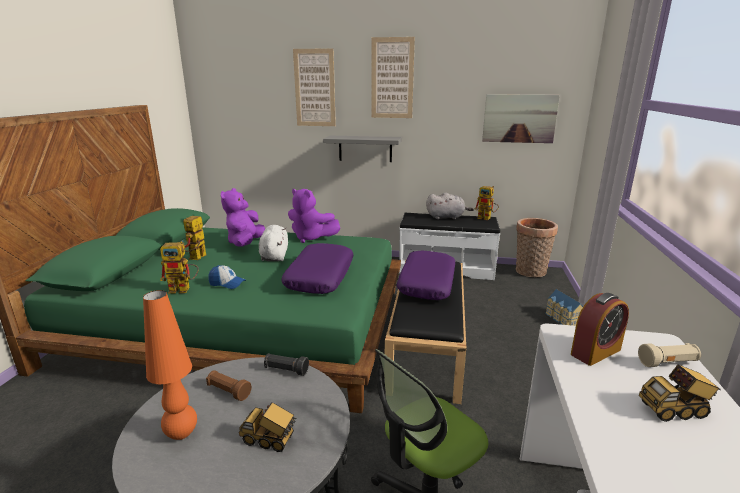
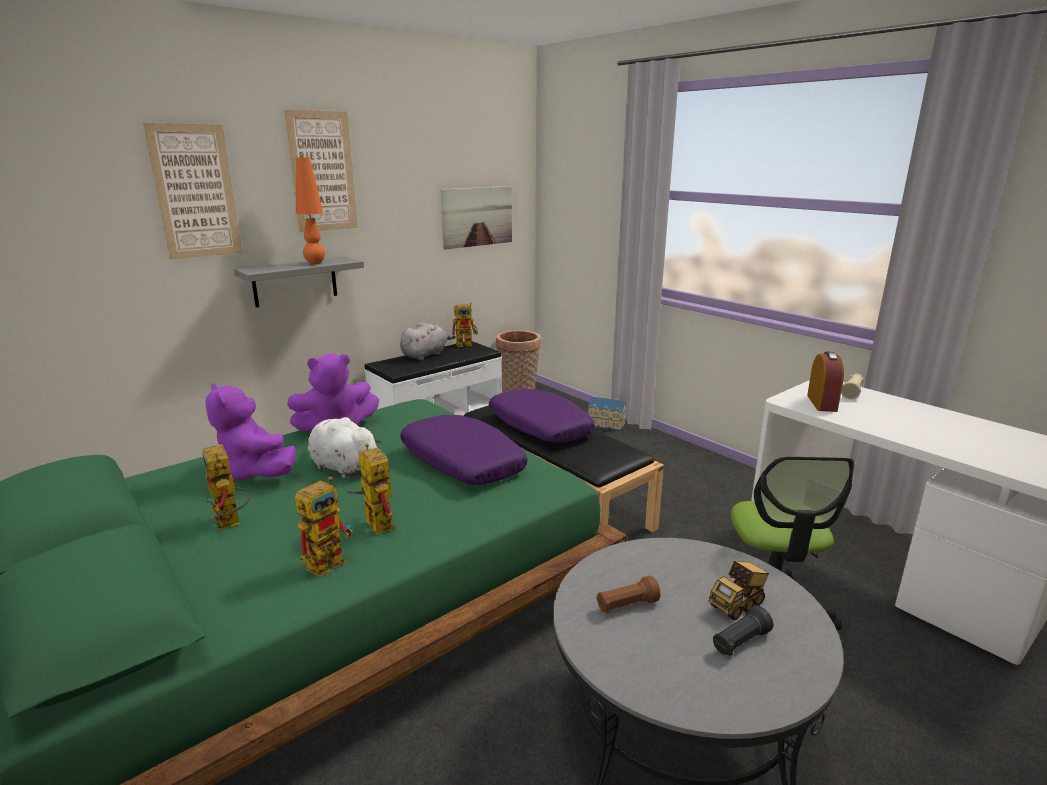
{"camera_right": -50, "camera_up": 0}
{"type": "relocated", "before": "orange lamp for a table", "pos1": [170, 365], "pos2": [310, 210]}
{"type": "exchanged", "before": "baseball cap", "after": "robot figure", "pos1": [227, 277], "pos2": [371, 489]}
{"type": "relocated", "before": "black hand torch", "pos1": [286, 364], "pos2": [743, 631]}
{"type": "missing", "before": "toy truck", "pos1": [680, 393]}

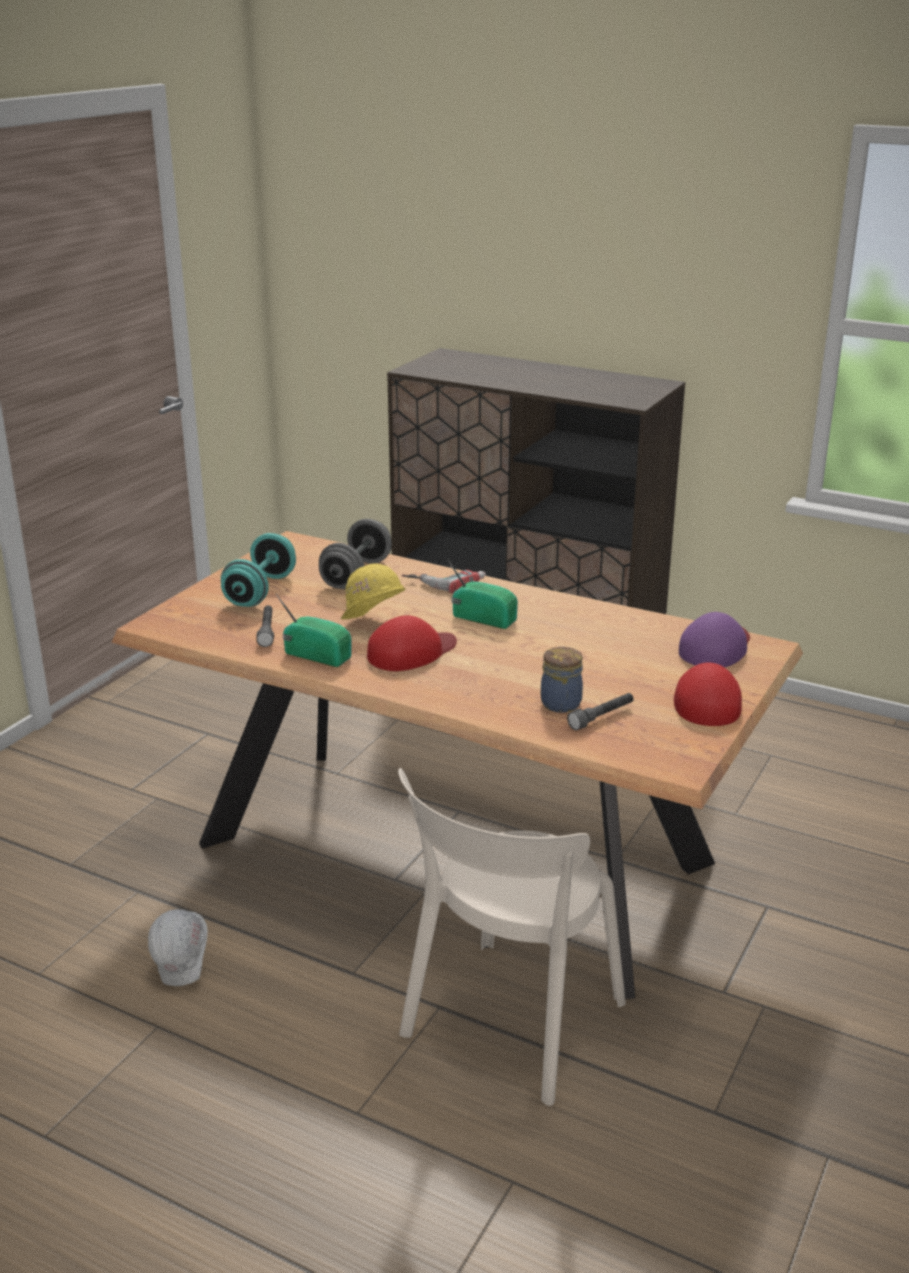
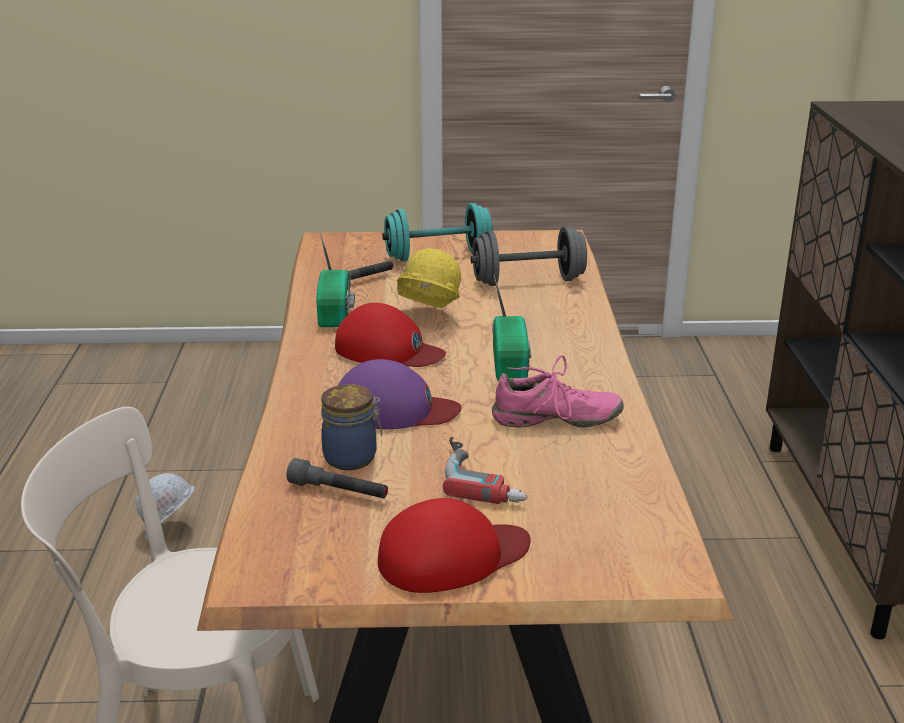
{"camera_right": 60, "camera_up": 0}
{"type": "relocated", "before": "purple baseball cap", "pos1": [714, 639], "pos2": [400, 394]}
{"type": "relocated", "before": "power drill", "pos1": [444, 582], "pos2": [485, 470]}
{"type": "appeared", "after": "pink-coloured item of footwear", "pos2": [558, 391]}

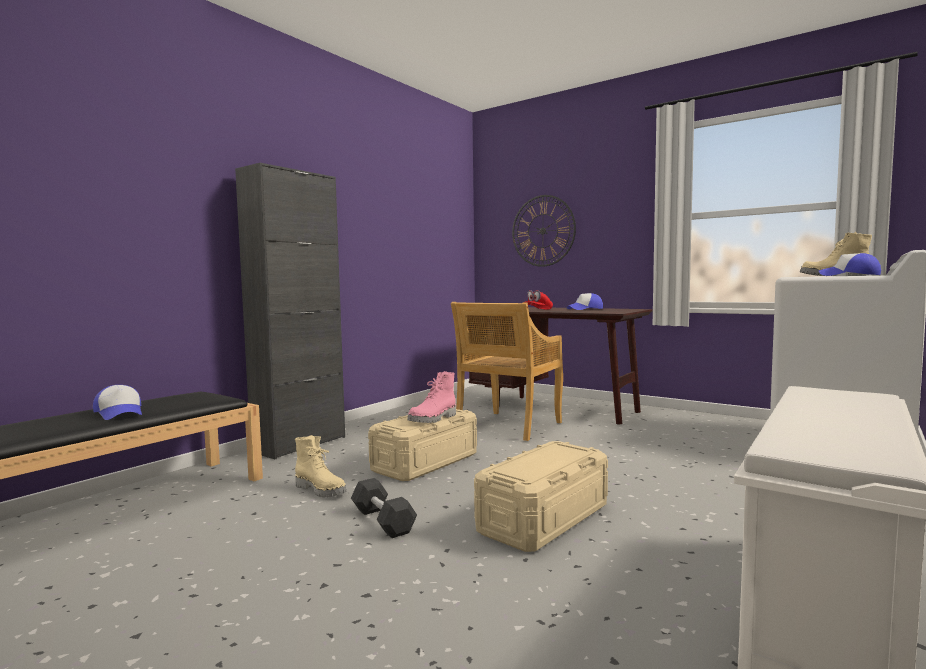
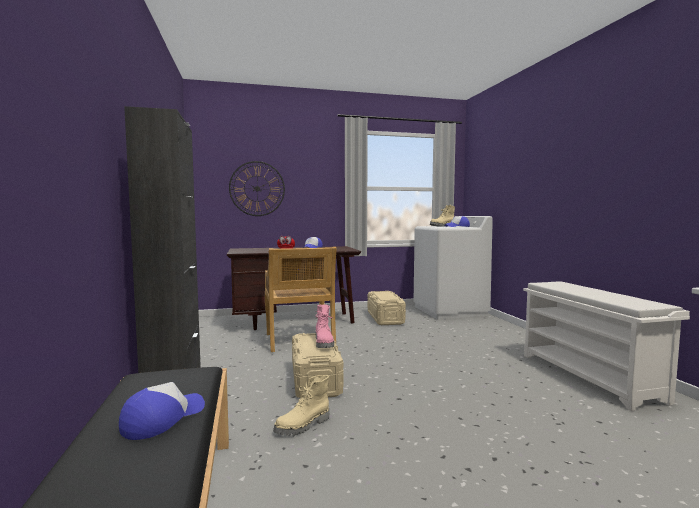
{"camera_right": -50, "camera_up": 0}
{"type": "spun", "before": "baseball cap", "pos1": [117, 402], "pos2": [162, 411], "turn": -60}
{"type": "spun", "before": "beige-coloured tall boot", "pos1": [320, 466], "pos2": [301, 405], "turn": 150}
{"type": "relocated", "before": "beige-coloured storage box", "pos1": [541, 496], "pos2": [386, 308]}
{"type": "missing", "before": "black hand weight", "pos1": [384, 508]}

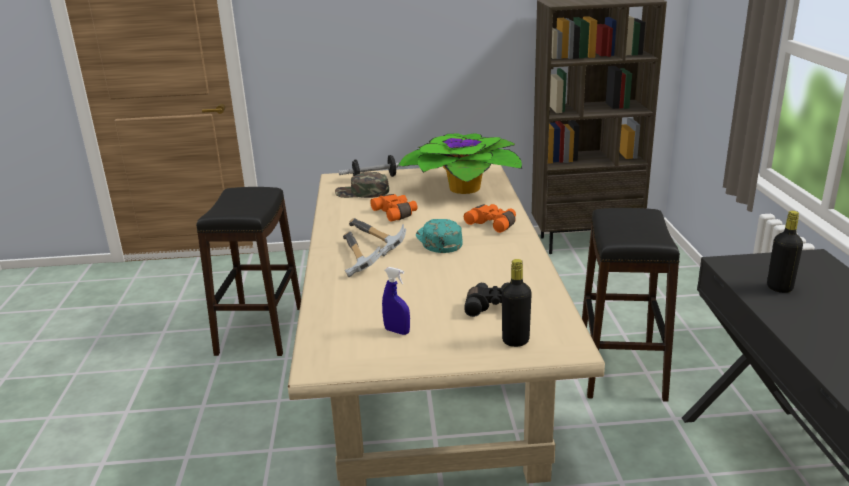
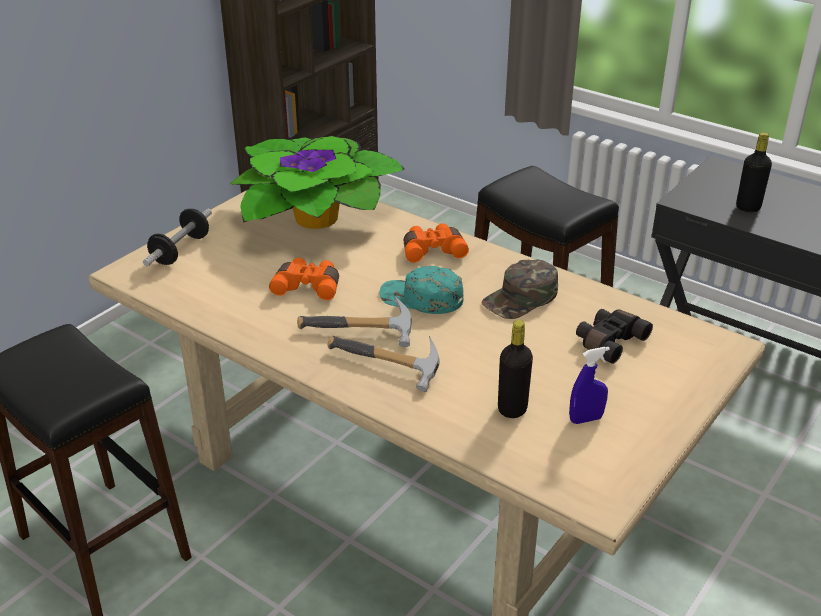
{"camera_right": -50, "camera_up": 10}
{"type": "relocated", "before": "green baseball cap", "pos1": [362, 185], "pos2": [519, 289]}
{"type": "relocated", "before": "black drink bottle", "pos1": [517, 303], "pos2": [515, 369]}

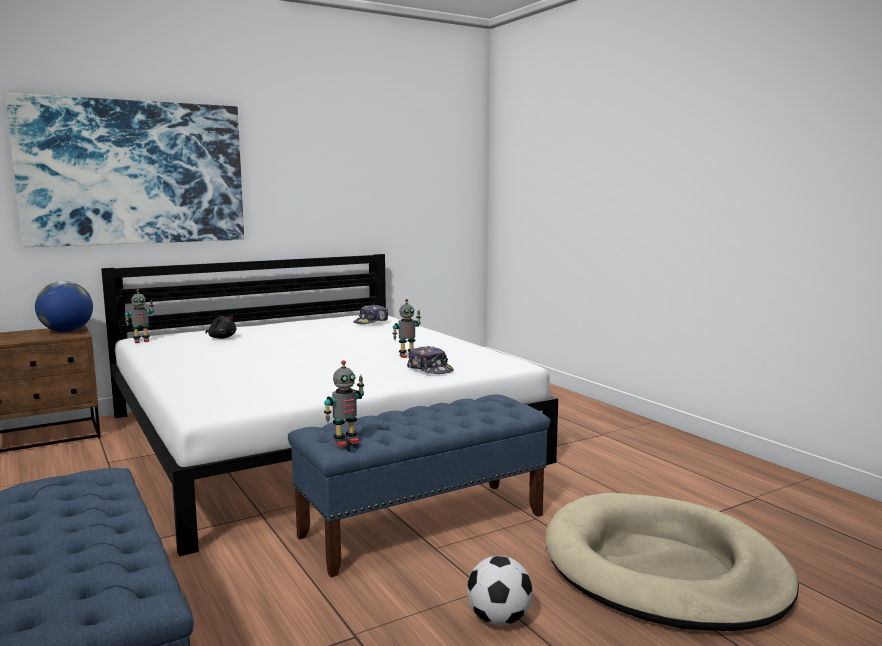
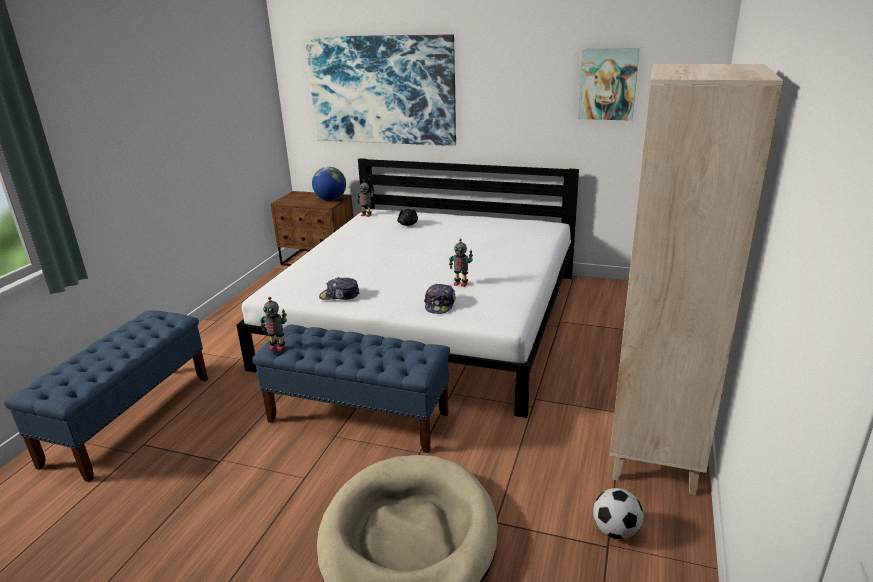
{"camera_right": 50, "camera_up": 15}
{"type": "relocated", "before": "baseball cap", "pos1": [371, 314], "pos2": [339, 288]}
{"type": "appeared", "after": "wall art", "pos2": [608, 84]}
{"type": "relocated", "before": "football", "pos1": [500, 590], "pos2": [618, 513]}
{"type": "appeared", "after": "beige-coloured bookshelf", "pos2": [696, 279]}

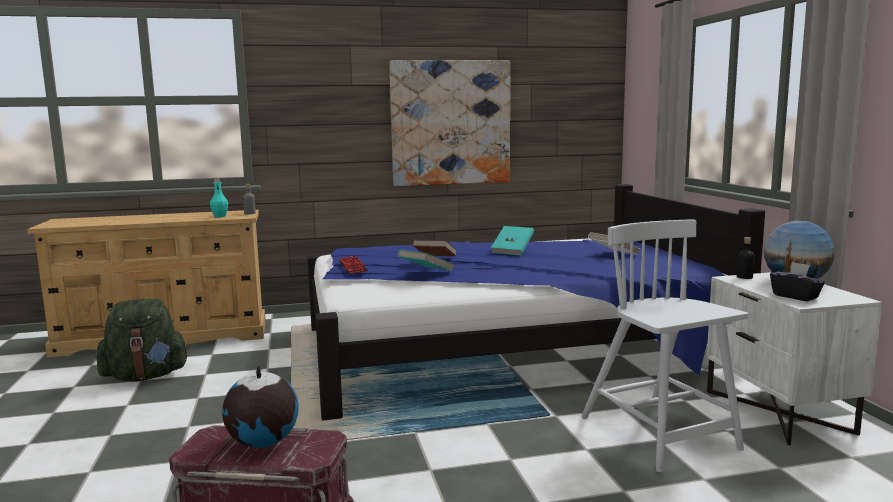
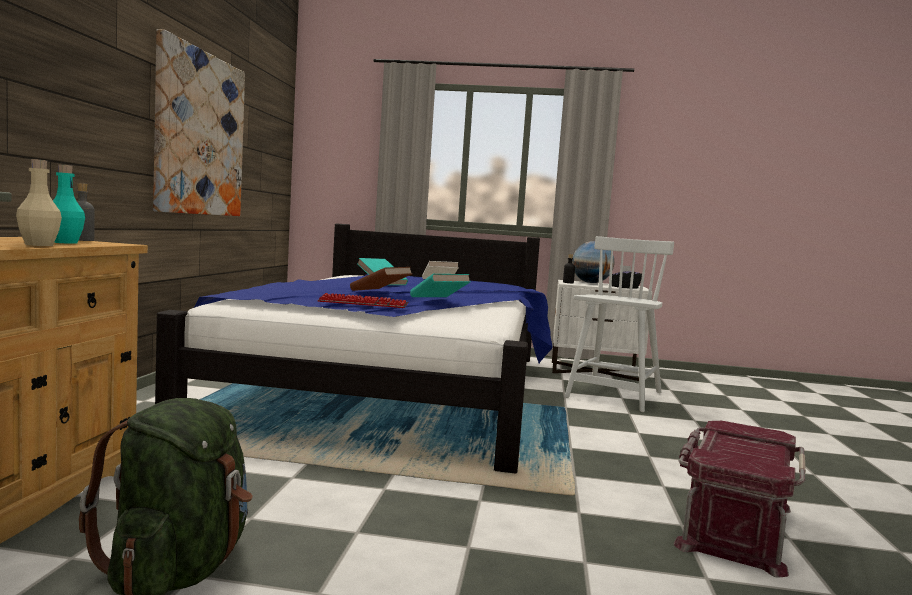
{"camera_right": -70, "camera_up": -5}
{"type": "appeared", "after": "beige-coloured drink bottle", "pos2": [39, 202]}
{"type": "spun", "before": "white-coloured upright chair", "pos1": [664, 346], "pos2": [619, 324], "turn": 120}
{"type": "missing", "before": "globe", "pos1": [260, 406]}

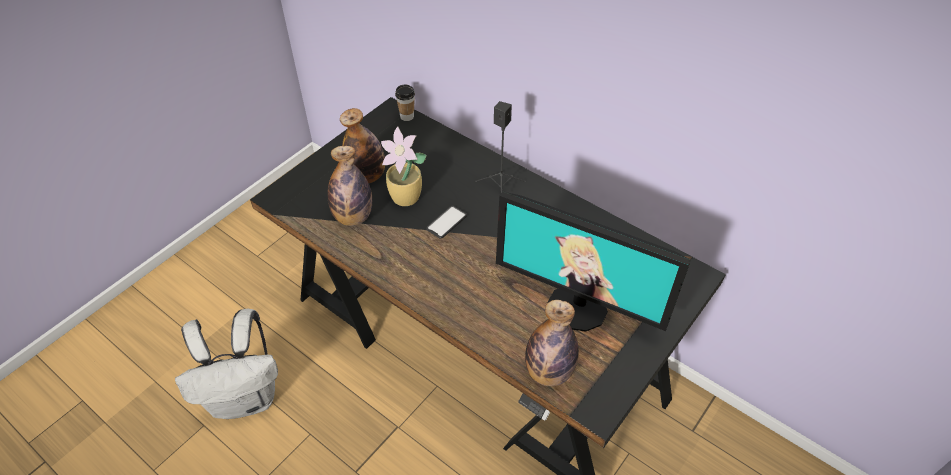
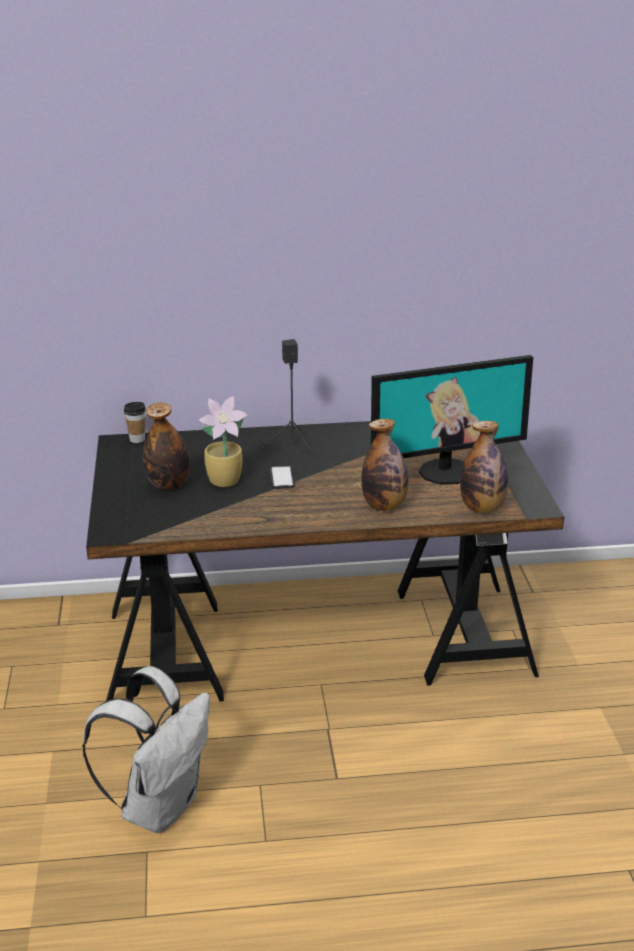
{"camera_right": -45, "camera_up": -20}
{"type": "relocated", "before": "drink bottle", "pos1": [349, 186], "pos2": [385, 465]}

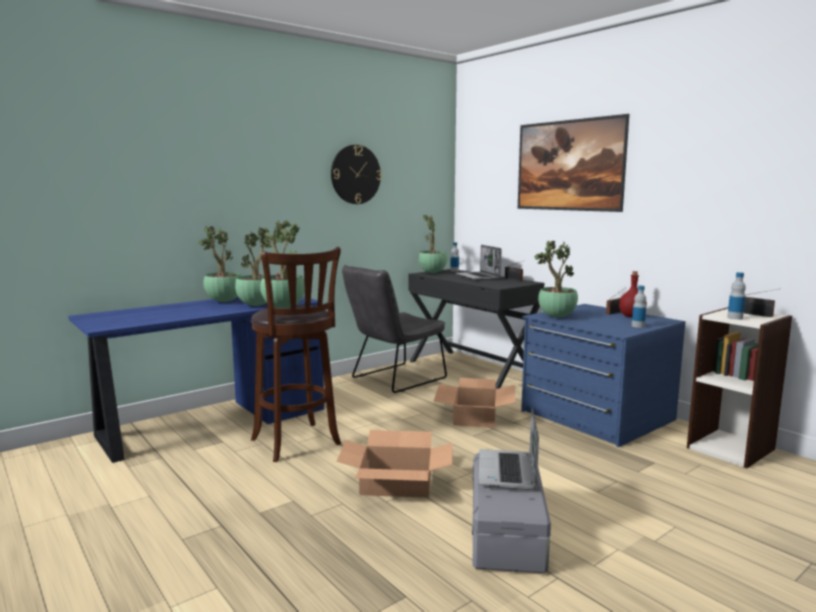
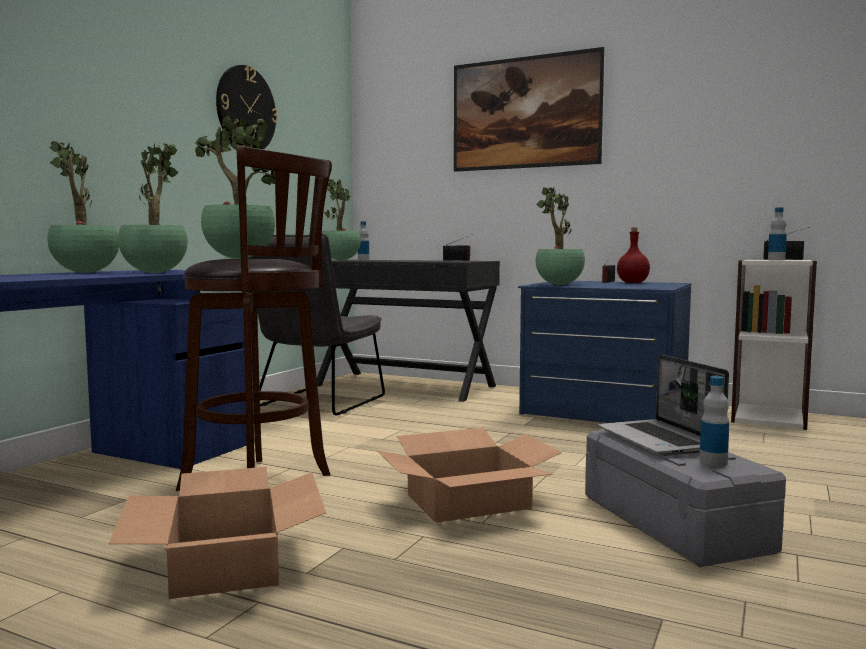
{"camera_right": -25, "camera_up": -5}
{"type": "relocated", "before": "carton", "pos1": [474, 403], "pos2": [217, 533]}
{"type": "relocated", "before": "drink bottle", "pos1": [639, 306], "pos2": [714, 421]}
{"type": "missing", "before": "laptop", "pos1": [478, 262]}

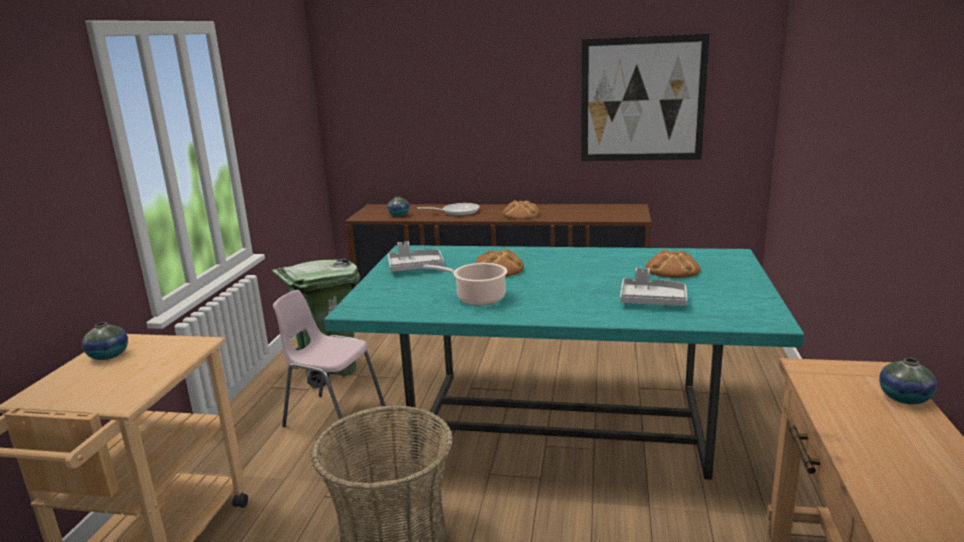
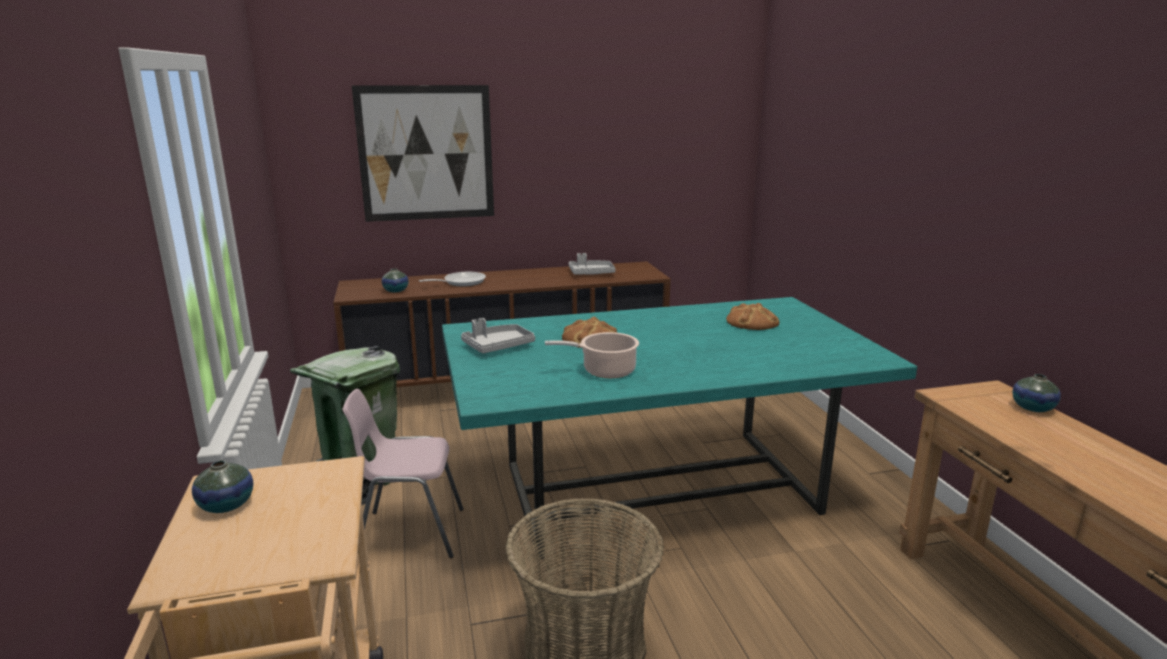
{"camera_right": -25, "camera_up": 0}
{"type": "relocated", "before": "wall art", "pos1": [645, 97], "pos2": [423, 153]}
{"type": "relocated", "before": "gray serving tray", "pos1": [653, 287], "pos2": [592, 264]}
{"type": "missing", "before": "baked bread", "pos1": [521, 209]}

